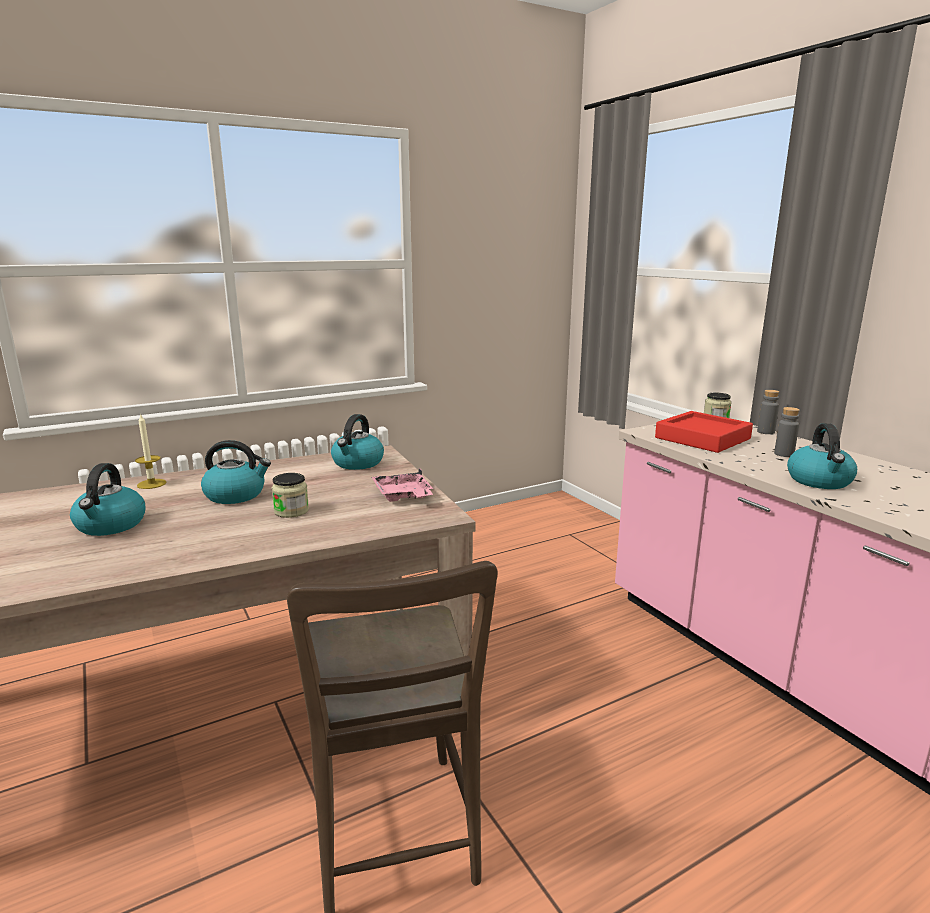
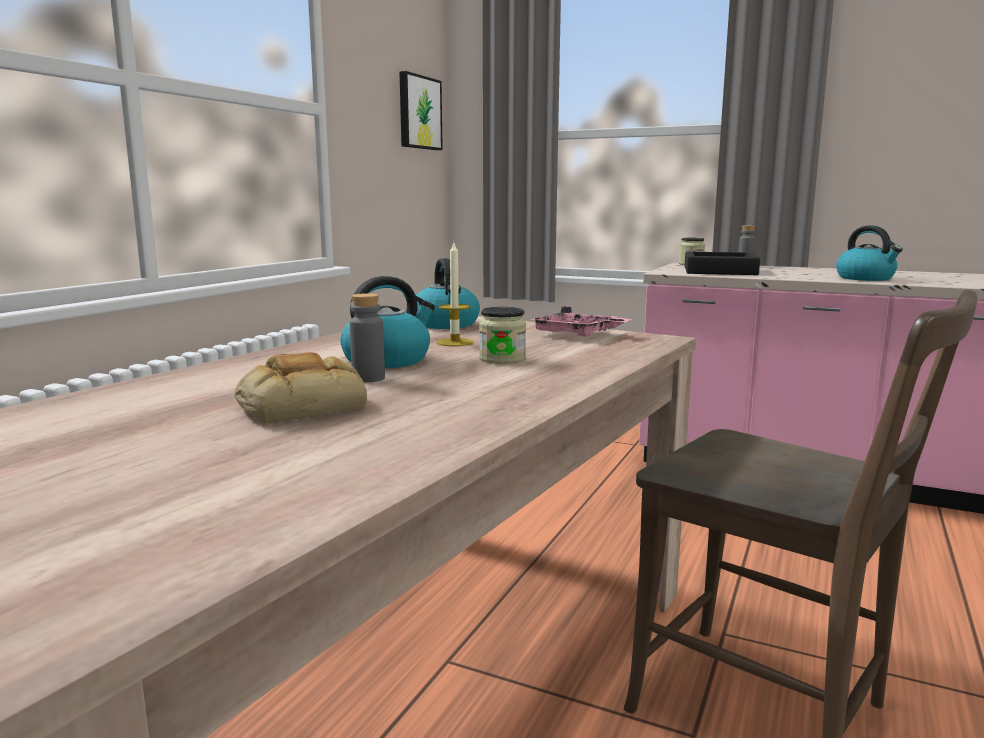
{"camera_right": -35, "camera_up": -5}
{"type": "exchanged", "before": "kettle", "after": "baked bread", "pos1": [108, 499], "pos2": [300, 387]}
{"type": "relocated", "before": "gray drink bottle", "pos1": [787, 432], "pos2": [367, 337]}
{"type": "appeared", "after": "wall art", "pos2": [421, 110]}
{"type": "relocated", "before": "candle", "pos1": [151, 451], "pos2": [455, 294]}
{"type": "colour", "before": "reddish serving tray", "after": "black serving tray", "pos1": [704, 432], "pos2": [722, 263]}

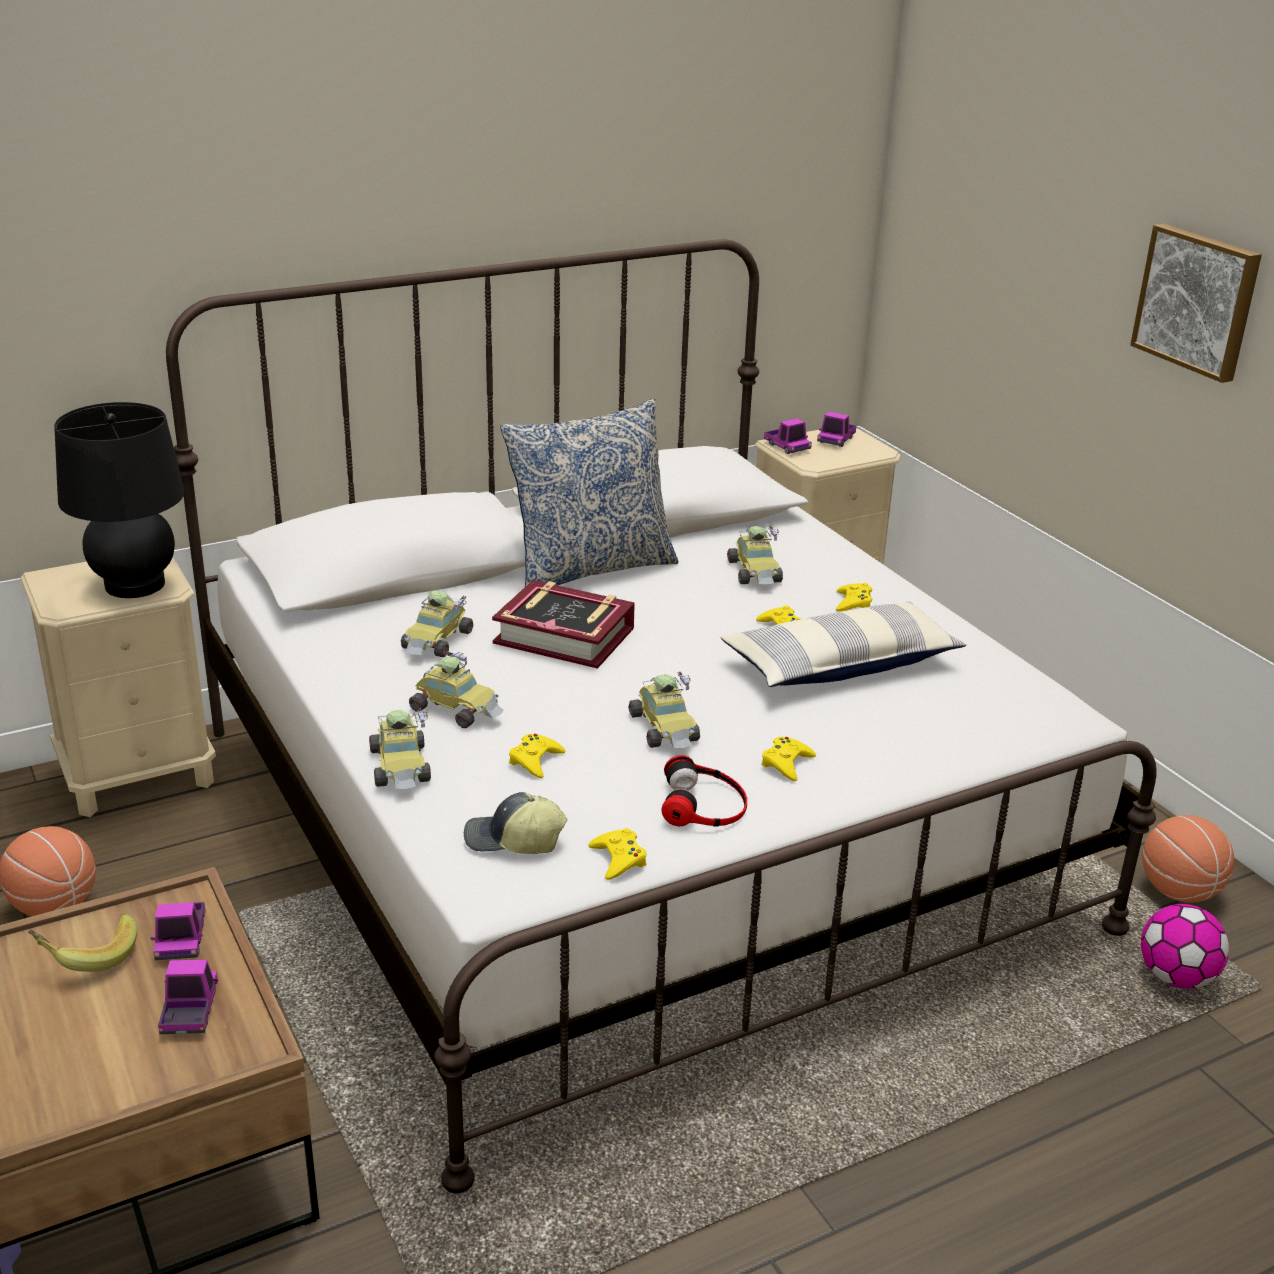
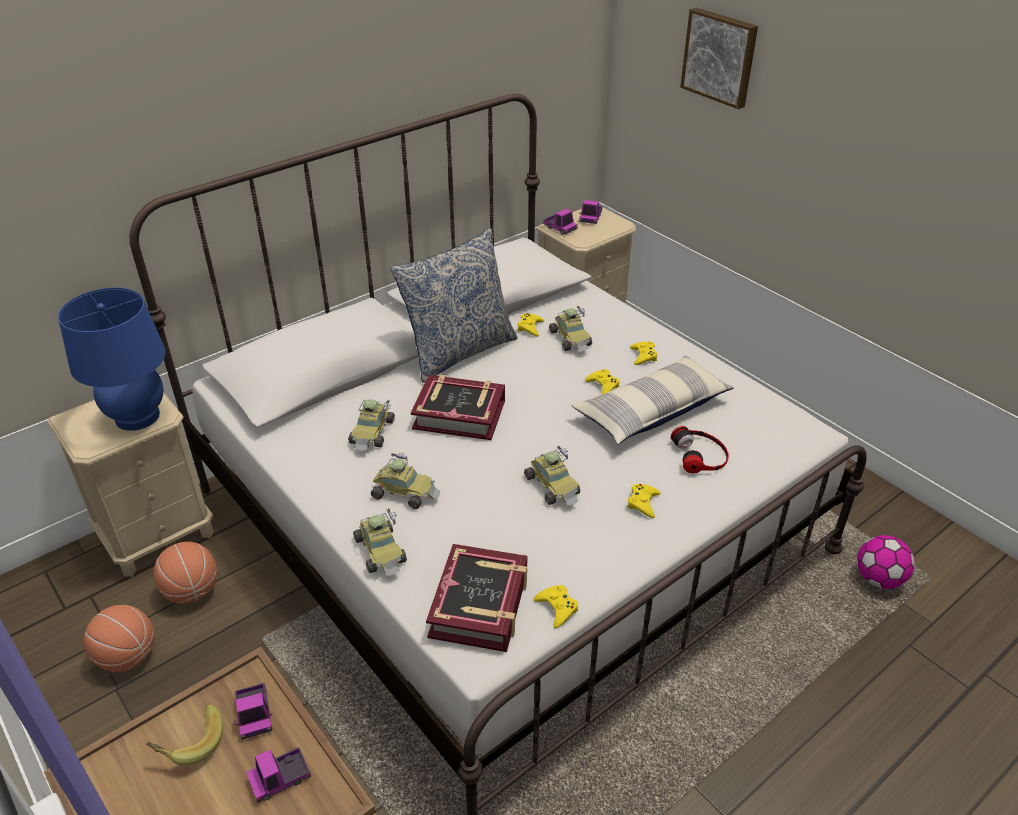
{"camera_right": -10, "camera_up": 10}
{"type": "colour", "before": "black lamp for a table", "after": "blue-coloured lamp for a table", "pos1": [119, 500], "pos2": [112, 359]}
{"type": "relocated", "before": "basketball", "pos1": [1188, 859], "pos2": [185, 573]}
{"type": "spun", "before": "toy truck", "pos1": [188, 996], "pos2": [278, 775], "turn": -105}
{"type": "exchanged", "before": "baseball cap", "after": "volume", "pos1": [515, 823], "pos2": [476, 598]}
{"type": "relocated", "before": "yellowish game controller", "pos1": [537, 756], "pos2": [531, 324]}
{"type": "relocated", "before": "headset", "pos1": [704, 791], "pos2": [700, 449]}
{"type": "relocated", "before": "wall art", "pos1": [1196, 303], "pos2": [719, 58]}

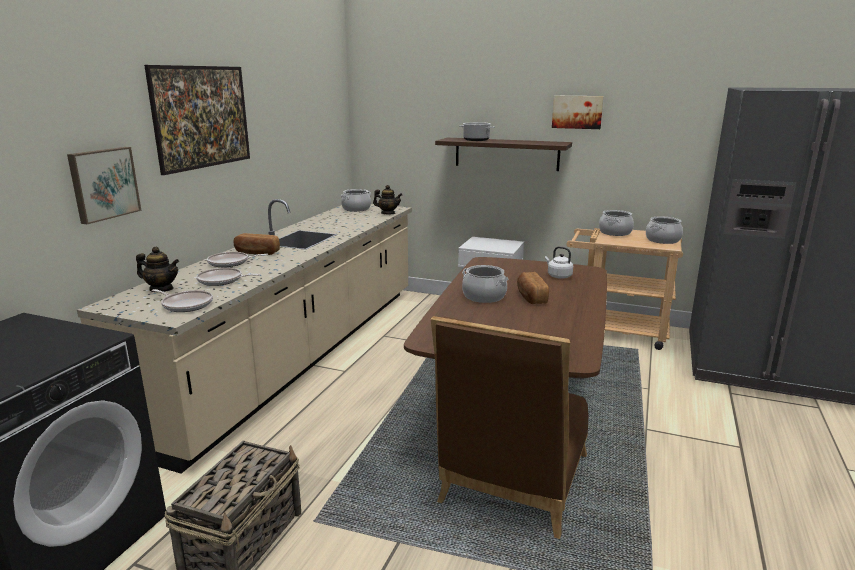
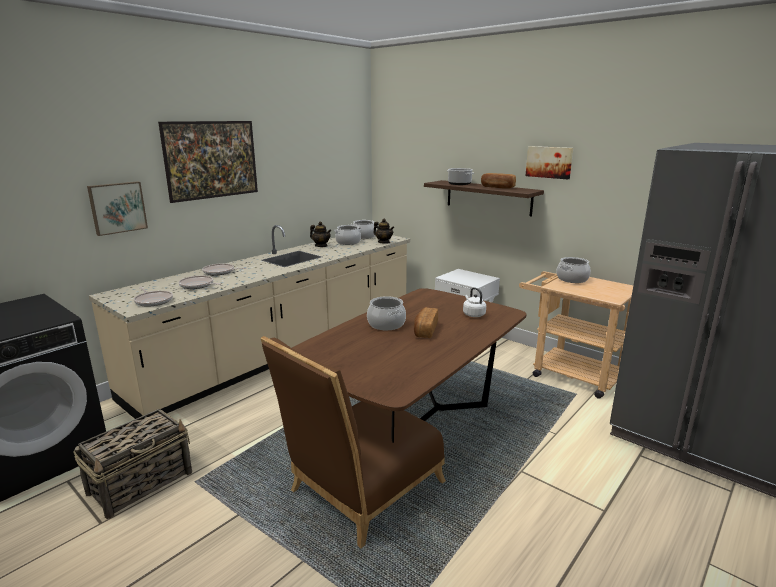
{"camera_right": 20, "camera_up": 0}
{"type": "relocated", "before": "tea pot", "pos1": [157, 269], "pos2": [321, 234]}
{"type": "relocated", "before": "saucepot", "pos1": [664, 230], "pos2": [348, 235]}
{"type": "relocated", "before": "baked bread", "pos1": [257, 244], "pos2": [498, 181]}

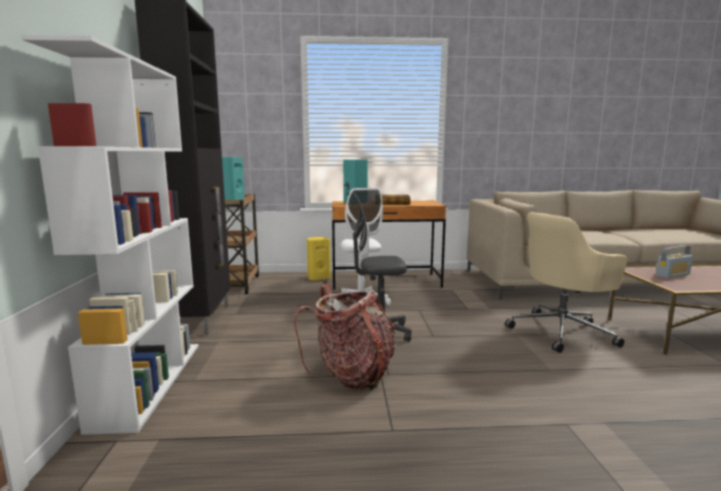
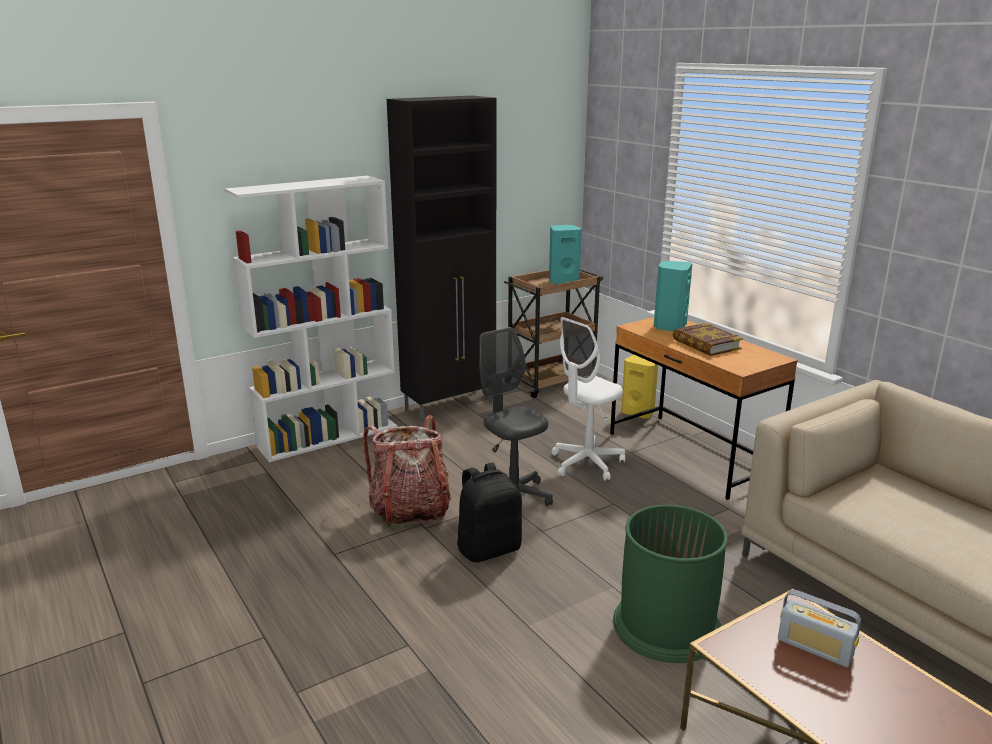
{"camera_right": 60, "camera_up": 10}
{"type": "appeared", "after": "black knapsack", "pos2": [489, 512]}
{"type": "exchanged", "before": "beige-coloured office chair", "after": "green trash can", "pos1": [566, 282], "pos2": [670, 584]}

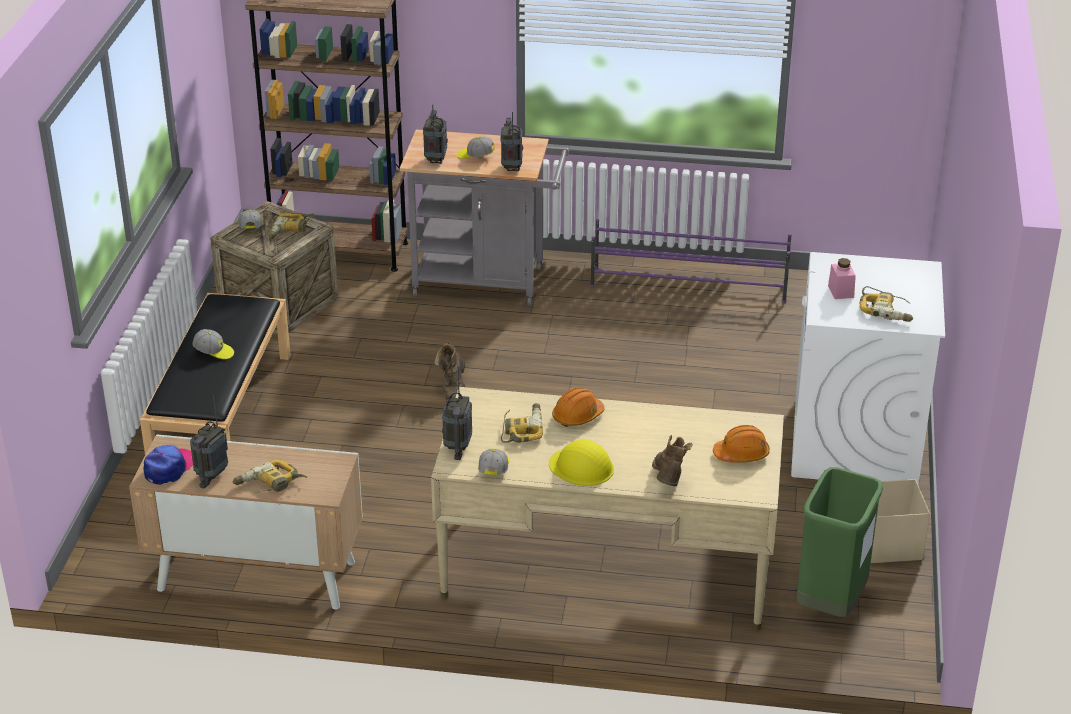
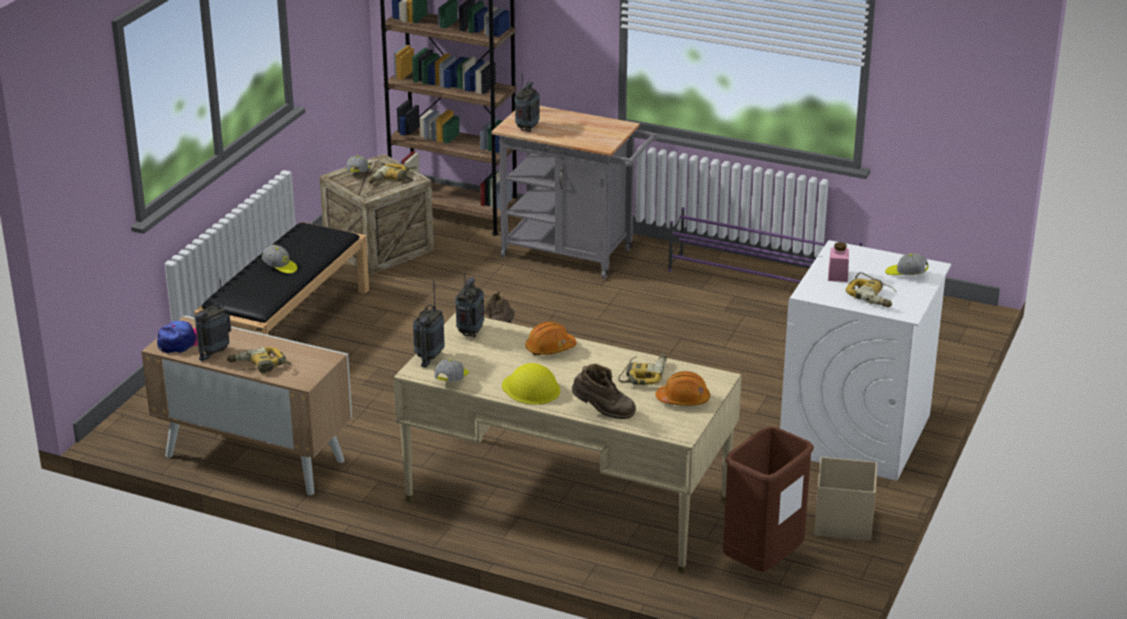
{"camera_right": 15, "camera_up": -5}
{"type": "relocated", "before": "radio set", "pos1": [512, 141], "pos2": [469, 305]}
{"type": "spun", "before": "brown tall boot", "pos1": [672, 460], "pos2": [604, 391], "turn": 90}
{"type": "relocated", "before": "power drill", "pos1": [522, 423], "pos2": [642, 369]}
{"type": "colour", "before": "green trash can", "after": "brown trash can", "pos1": [840, 542], "pos2": [768, 499]}
{"type": "relocated", "before": "baseball cap", "pos1": [476, 147], "pos2": [907, 264]}

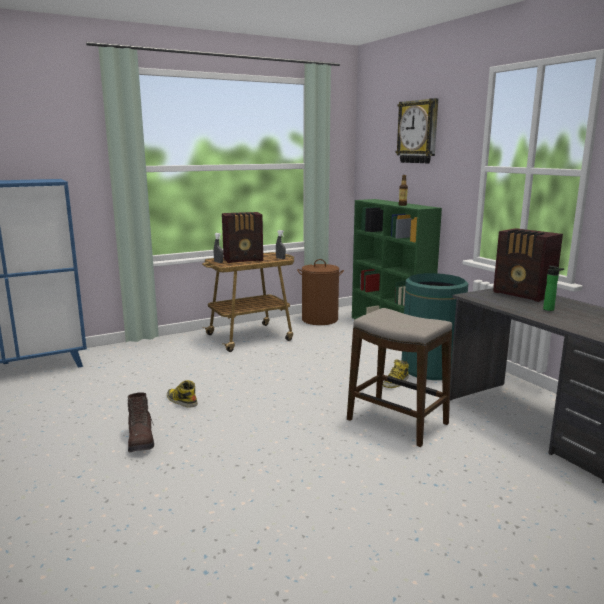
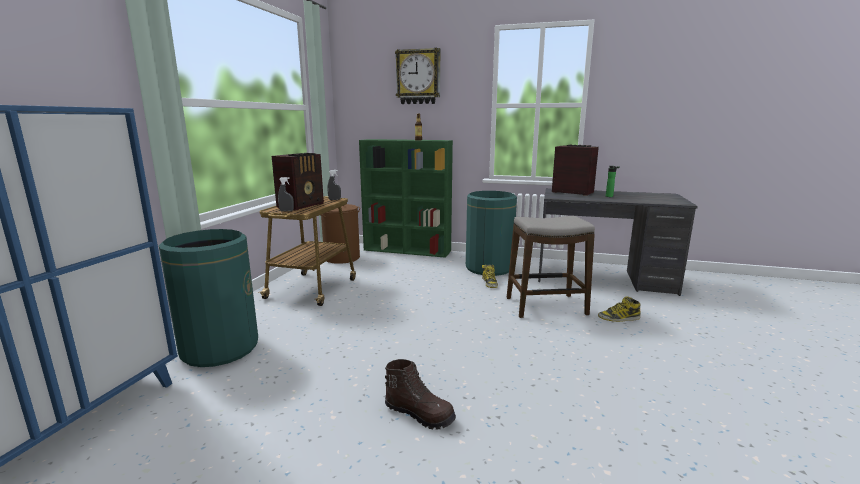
{"camera_right": -45, "camera_up": 0}
{"type": "appeared", "after": "green trash can", "pos2": [208, 298]}
{"type": "spun", "before": "radio set", "pos1": [528, 265], "pos2": [575, 170], "turn": -150}
{"type": "relocated", "before": "tall boot", "pos1": [182, 394], "pos2": [619, 309]}

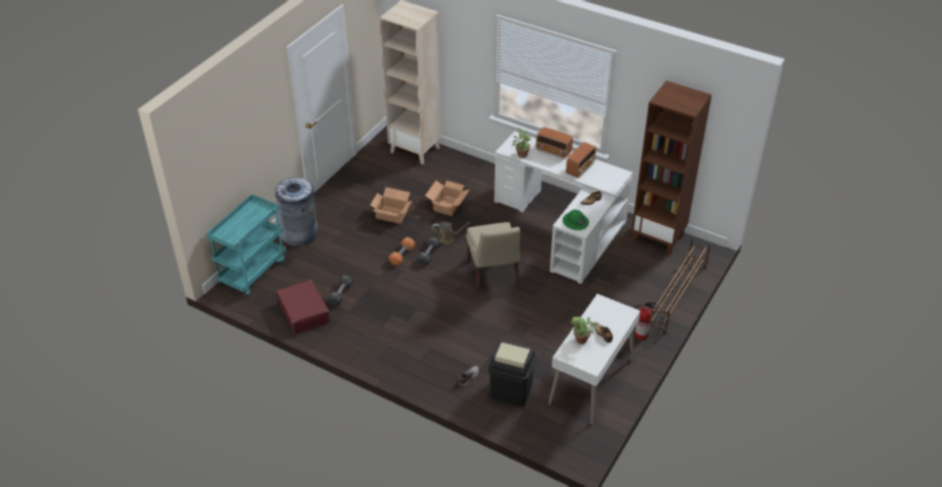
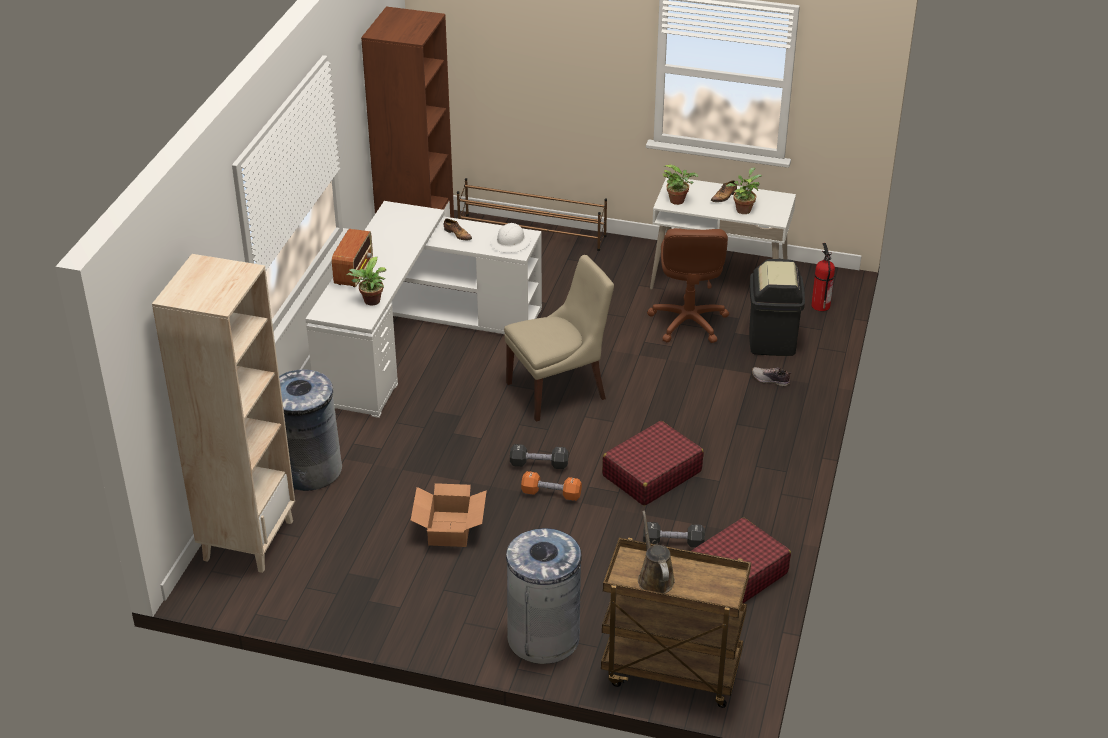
{"camera_right": -105, "camera_up": -5}
{"type": "appeared", "after": "gray trash can", "pos2": [310, 430]}
{"type": "colour", "before": "green work helmet", "after": "white-coloured work helmet", "pos1": [576, 219], "pos2": [511, 238]}
{"type": "colour", "before": "turquoise-coloured trolley", "after": "brown trolley", "pos1": [246, 246], "pos2": [676, 622]}
{"type": "appeared", "after": "reddish suitcase", "pos2": [653, 463]}
{"type": "relocated", "before": "brown sprinkling can", "pos1": [451, 233], "pos2": [656, 552]}
{"type": "appeared", "after": "brown office chair", "pos2": [688, 285]}
{"type": "appeared", "after": "houseplant", "pos2": [680, 184]}
{"type": "relocated", "before": "fire-fighting cylinder", "pos1": [645, 321], "pos2": [823, 277]}
{"type": "missing", "before": "carton", "pos1": [447, 198]}
{"type": "missing", "before": "radio set", "pos1": [581, 160]}

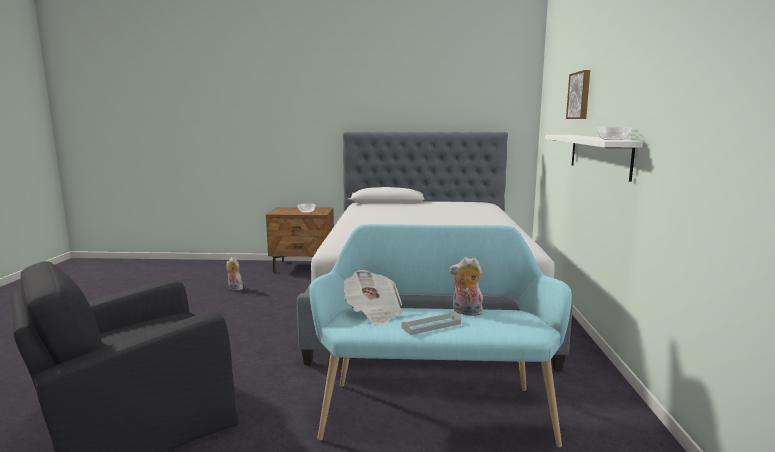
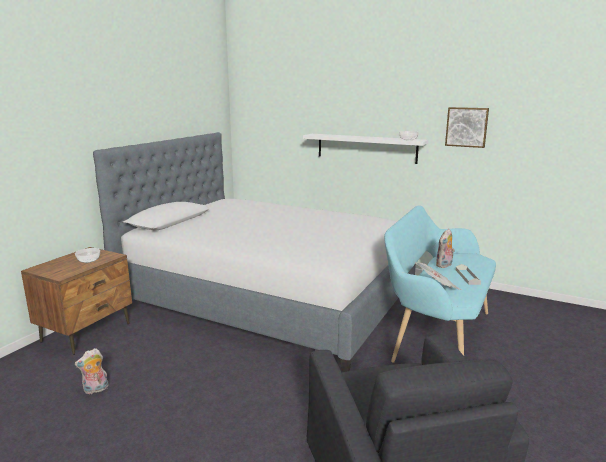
{"camera_right": -65, "camera_up": 5}
{"type": "relocated", "before": "wall art", "pos1": [578, 94], "pos2": [467, 127]}

